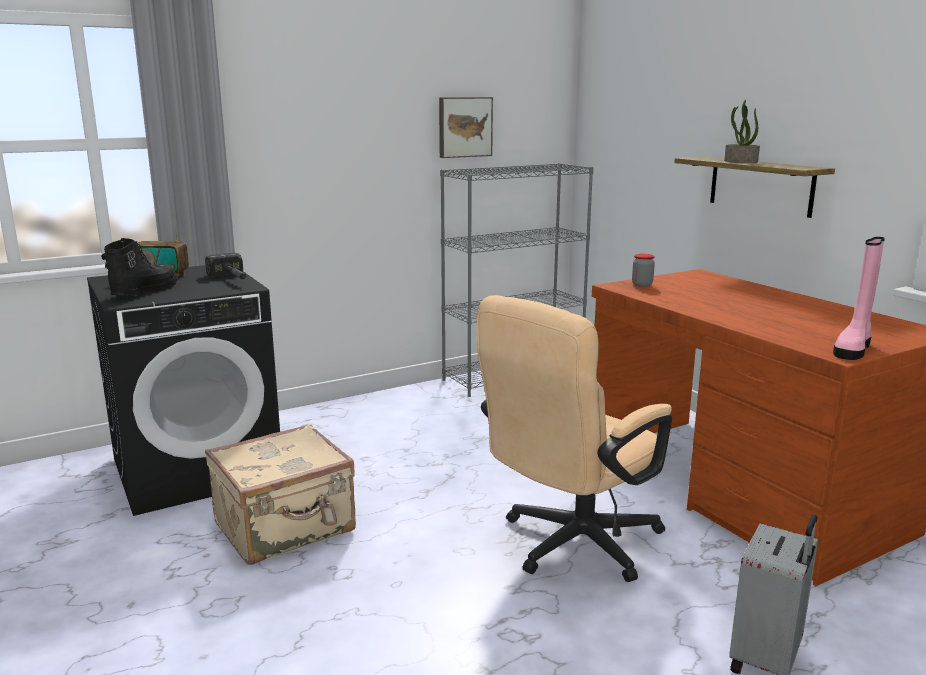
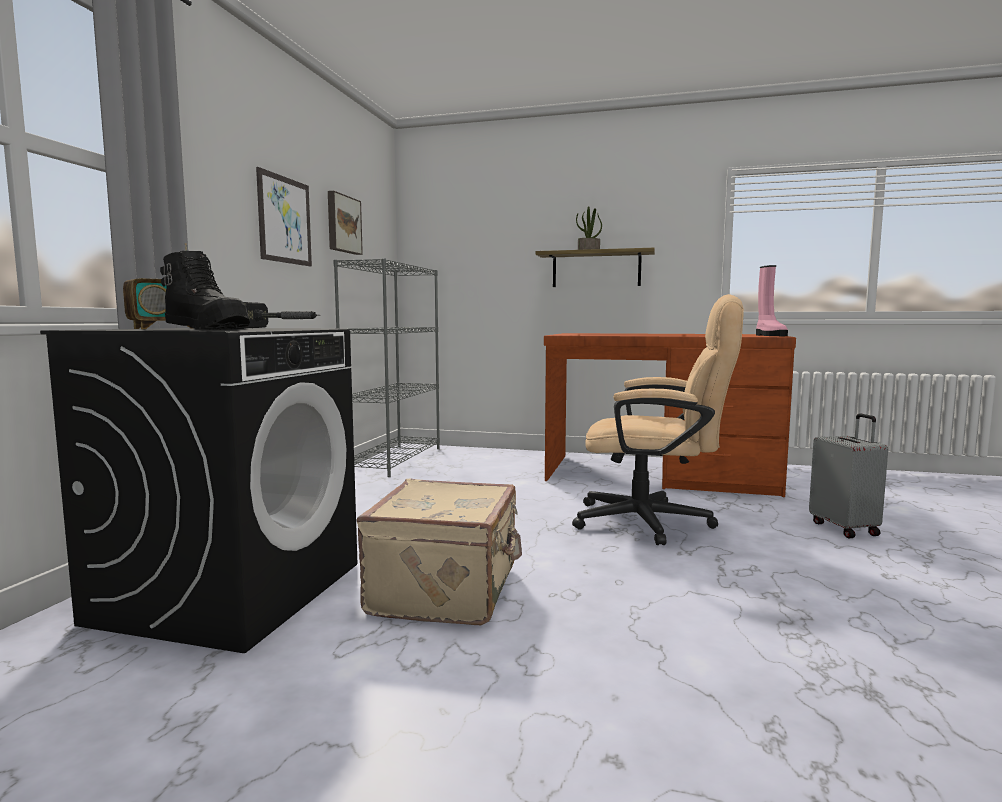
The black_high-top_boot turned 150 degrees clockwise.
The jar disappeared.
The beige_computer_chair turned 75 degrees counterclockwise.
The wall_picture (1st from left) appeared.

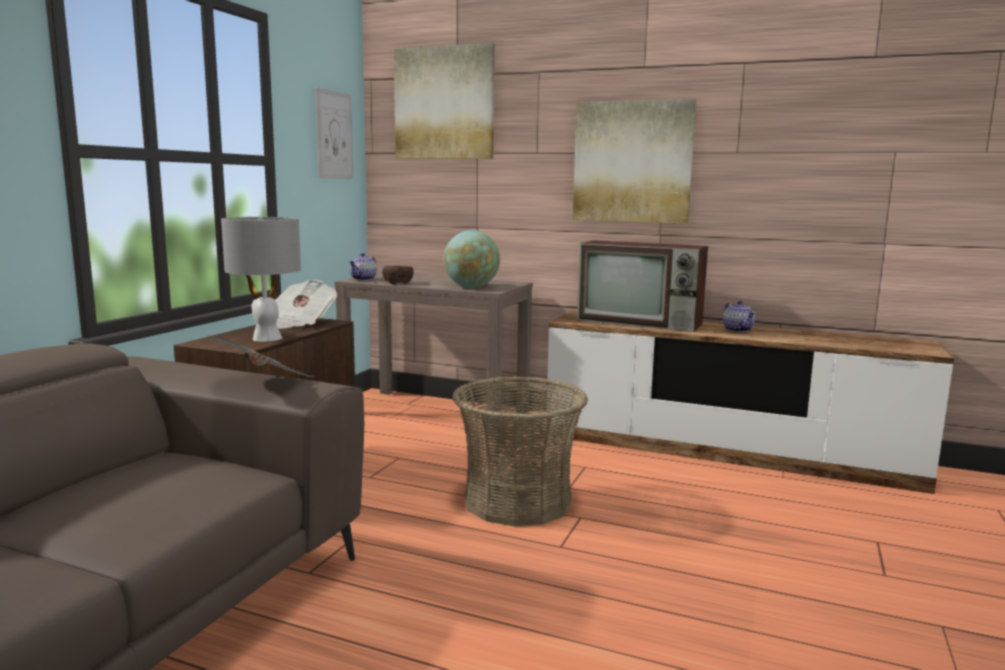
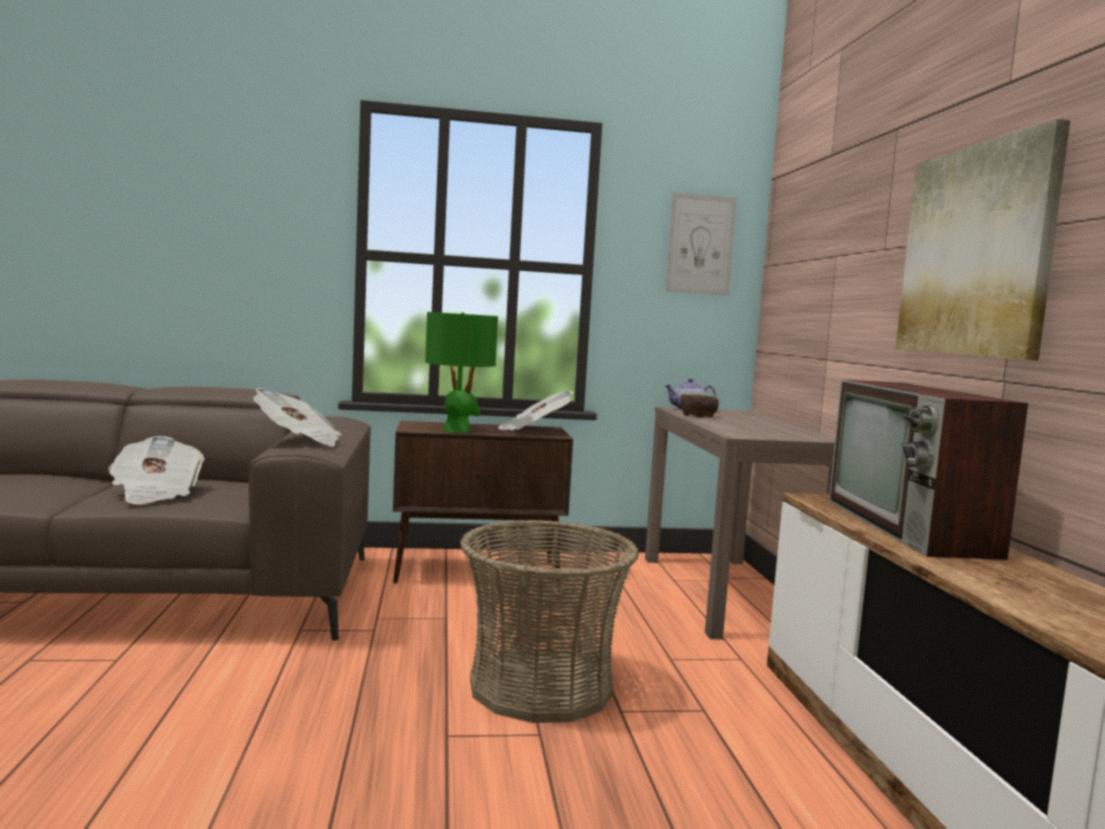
The wall_picture (2nd from left) disappeared.
The greyish_table_lamp became the green-coloured_table_lamp.
The world_globe disappeared.
The teapot (2nd from left) disappeared.
The printed_paper (1st from left) appeared.

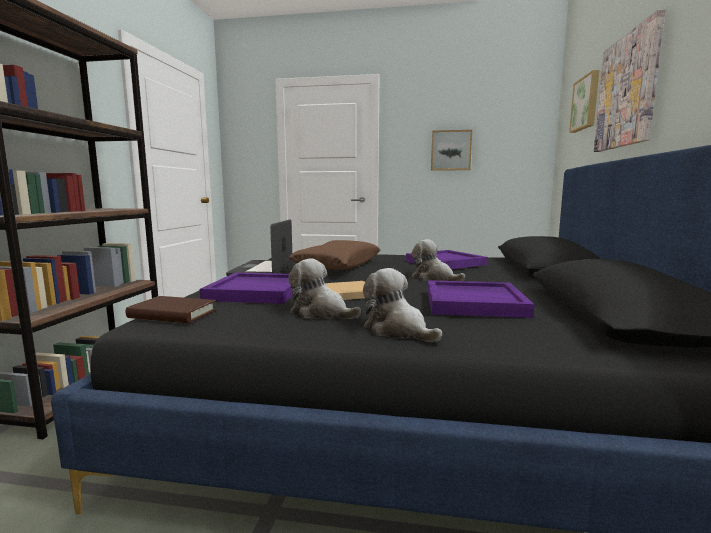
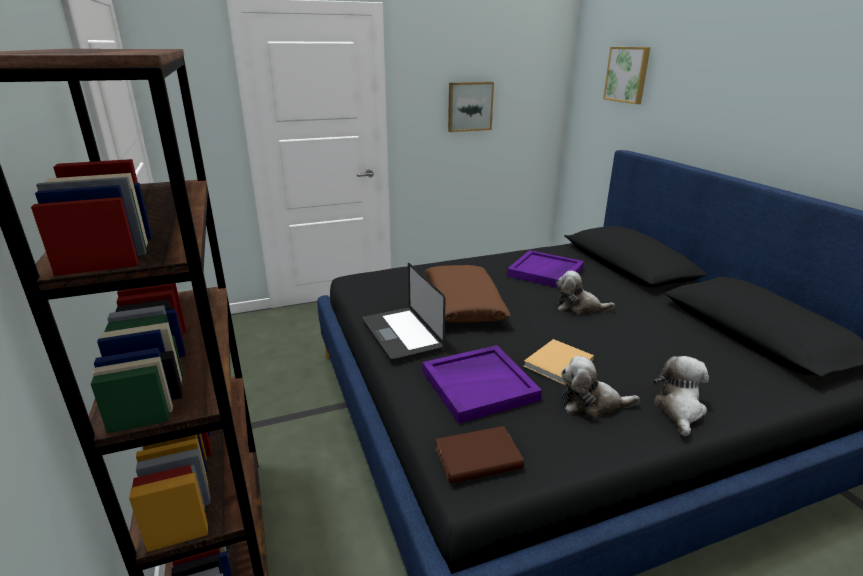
The wall_picture (3rd from left) disappeared.
The soft_toy (2nd from left in the first image) turned 90 degrees clockwise.
The purple-coloured_serving_tray (3rd from left) disappeared.

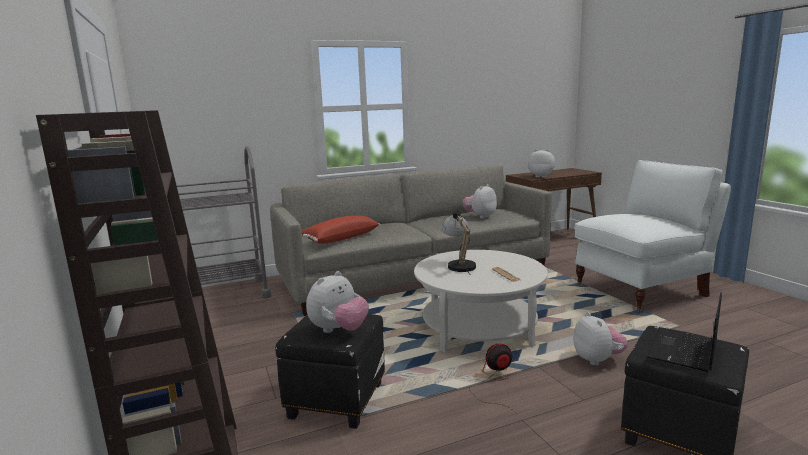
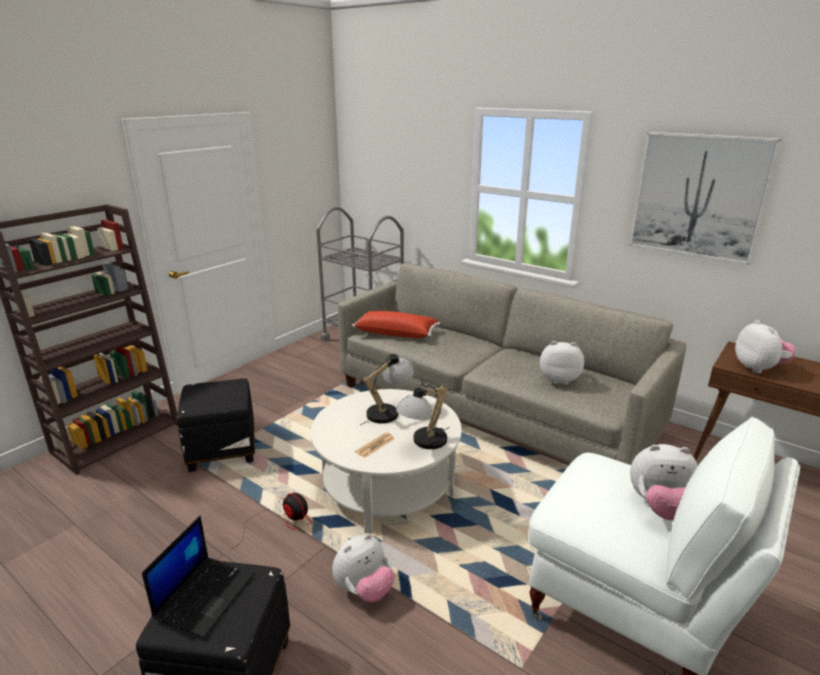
The soft_toy (1st from left in the first image) moved.
The laptop turned 105 degrees clockwise.
The wall_picture appeared.
The table_lamp (2nd from left) appeared.

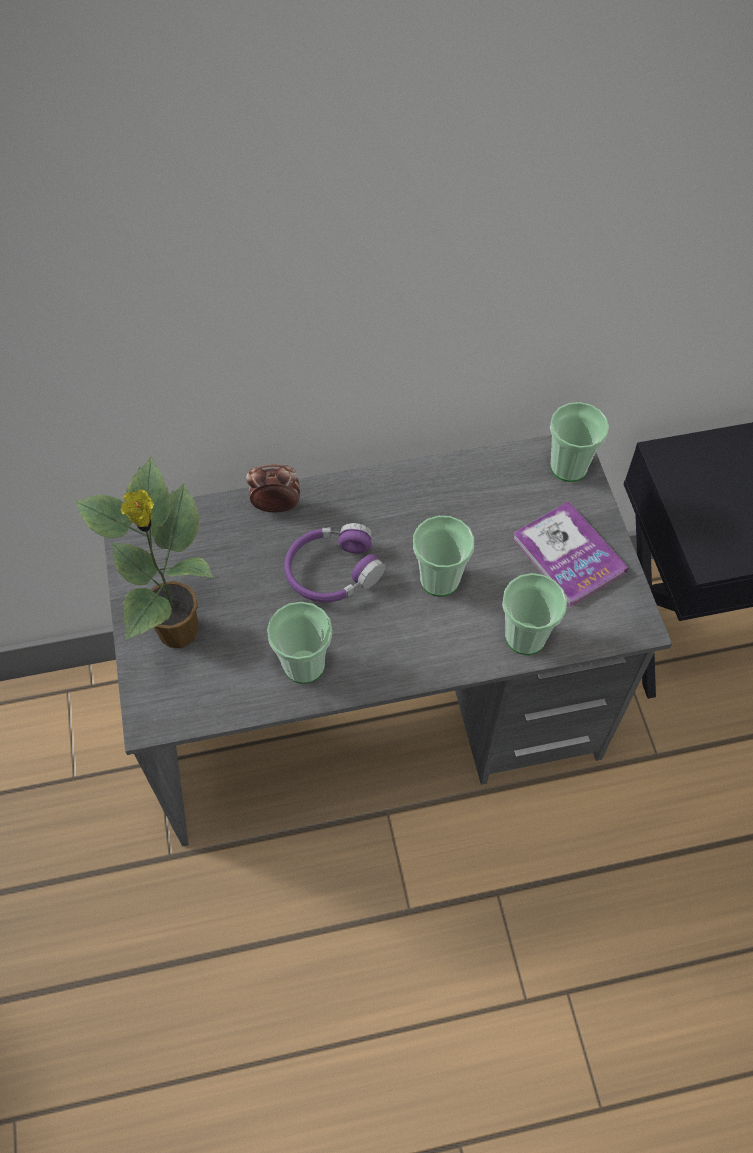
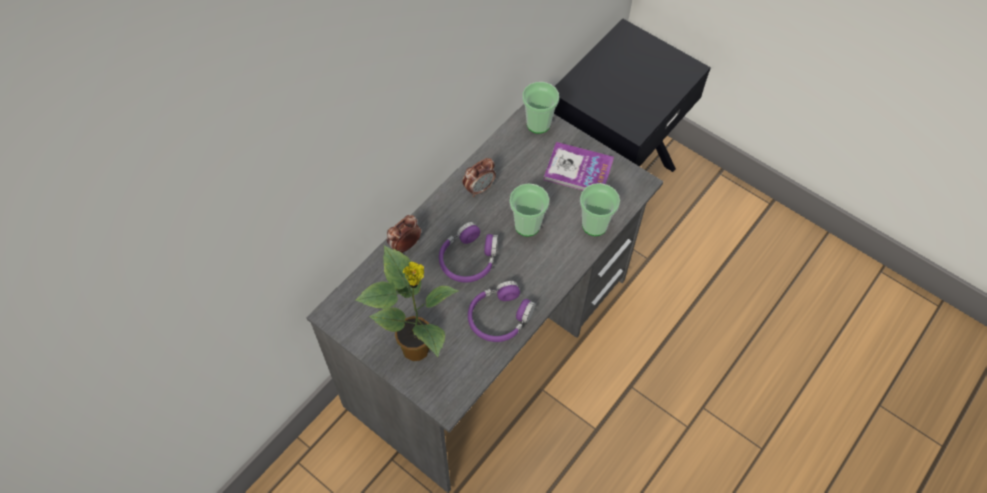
The cup (1st from left) was replaced by the purple-coloured_headphones (2nd from left).
The bedside_clock (2nd from left) appeared.

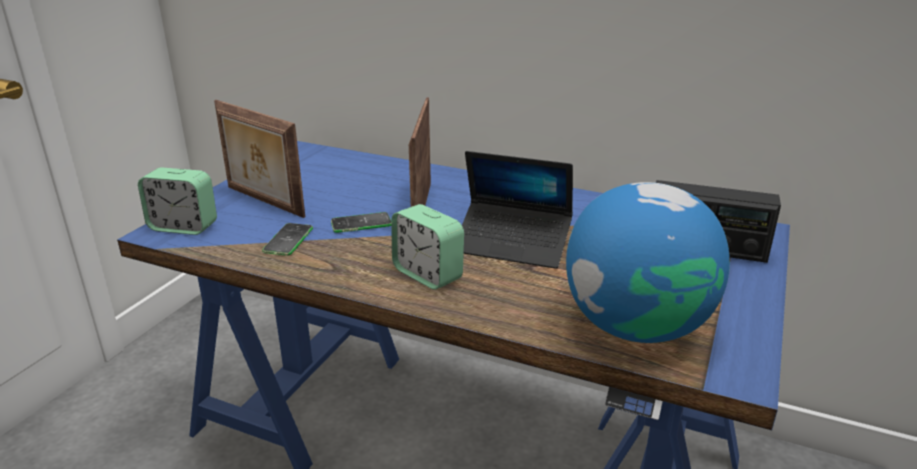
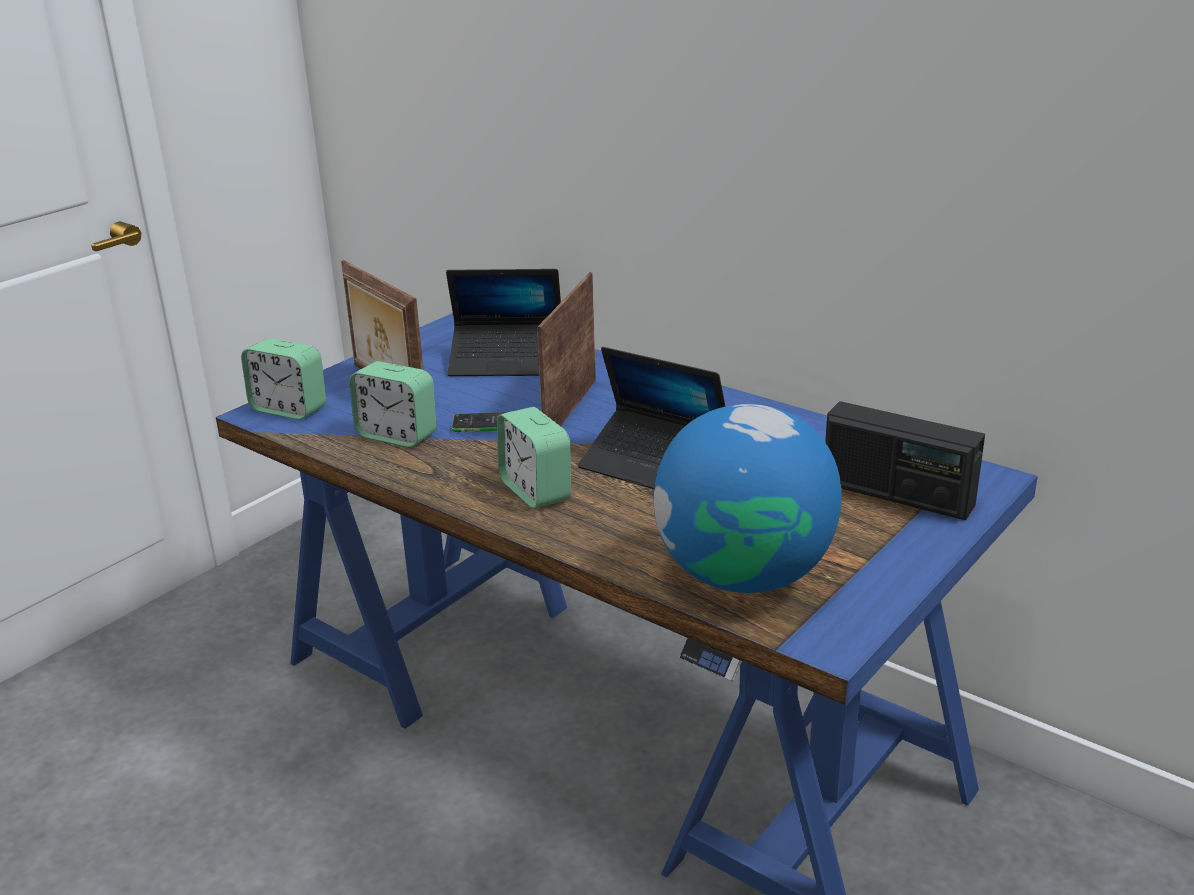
The telephone (1st from left) was replaced by the bedside_clock (2nd from left).
The laptop (1st from left) appeared.

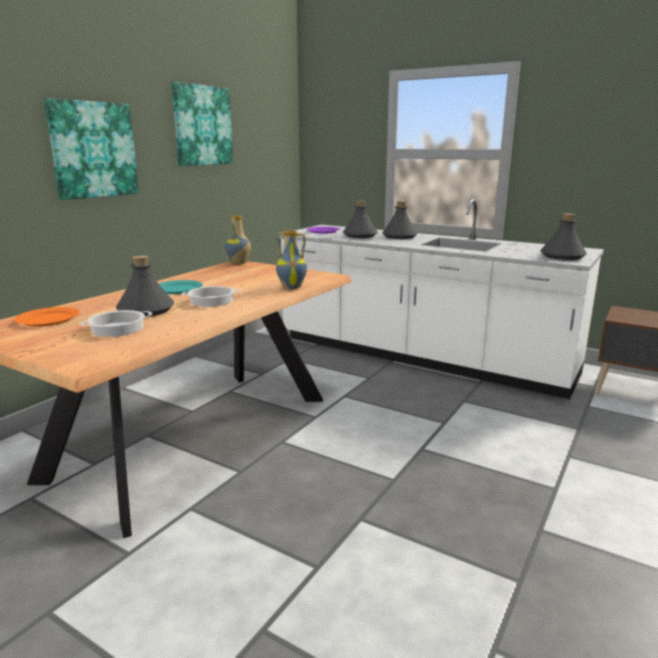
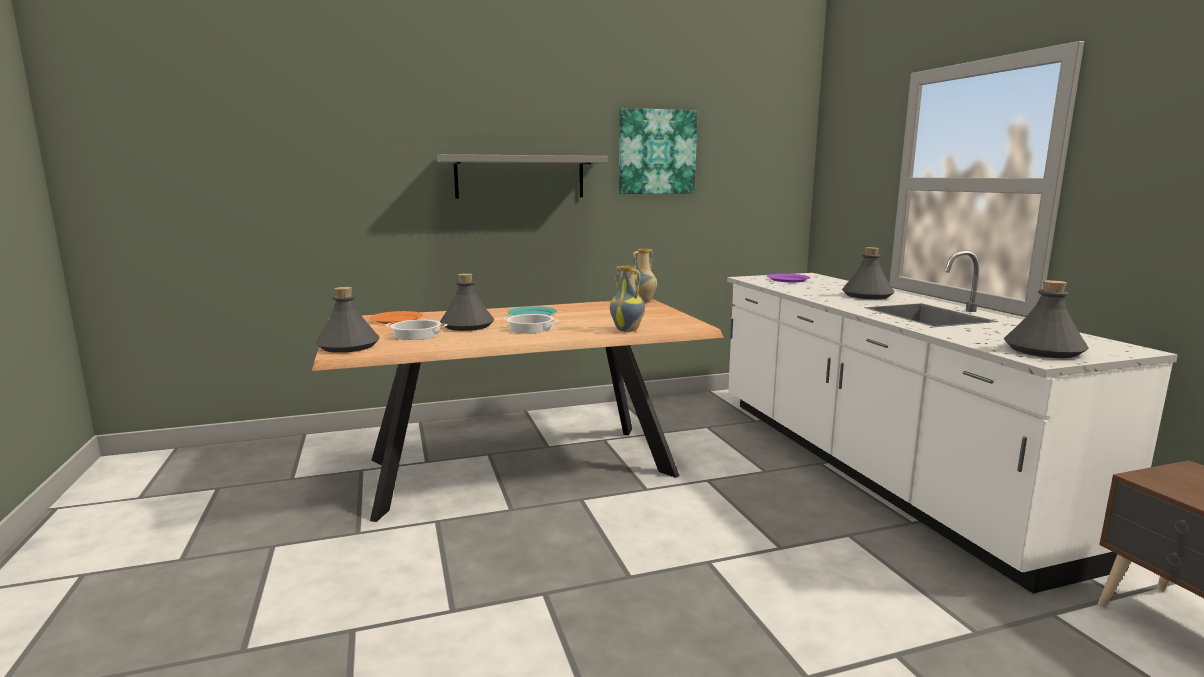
The wall_picture (1st from left) was replaced by the greyish_wall_shelf.
The greyish_drink_bottle (2nd from left in the first image) moved.

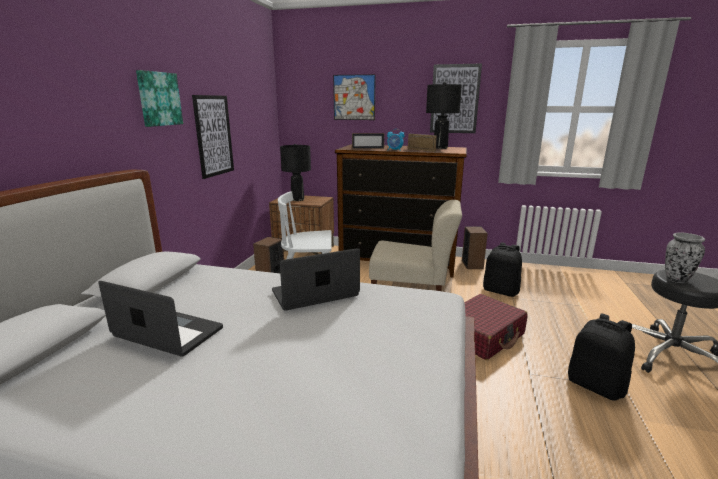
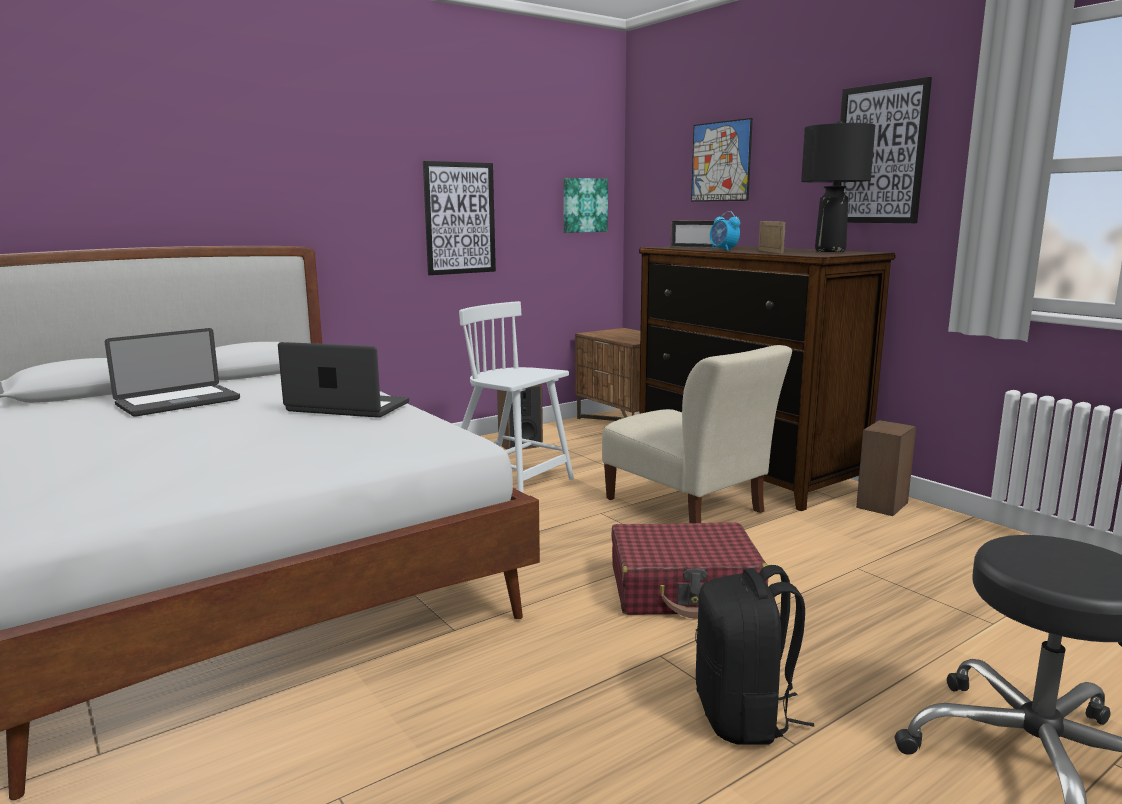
The wall_picture (1st from left in the first image) moved.
The black_table_lamp (1st from left) disappeared.
The flower_vase disappeared.
The black_backpack (1st from left) disappeared.
The laptop (1st from left) turned 75 degrees clockwise.

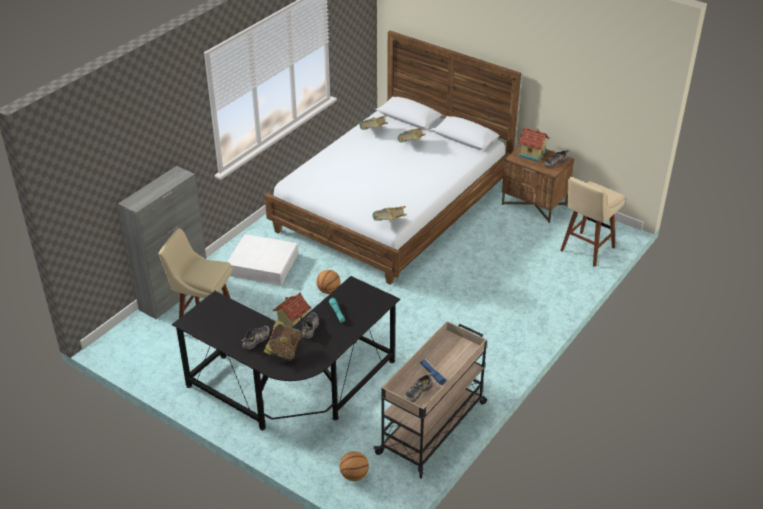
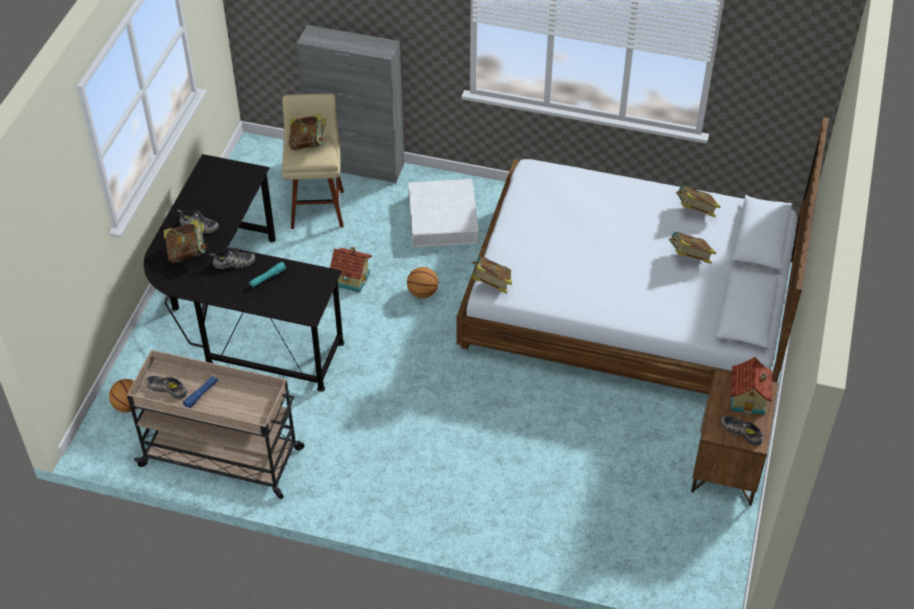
The beige_stool_seat (2nd from left) disappeared.
The volume (2nd from left) appeared.

